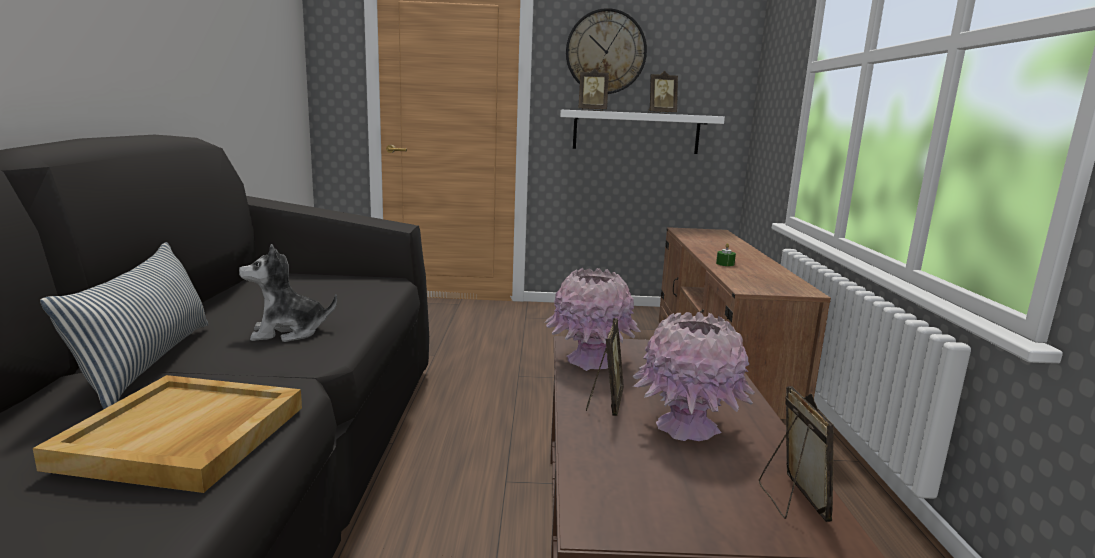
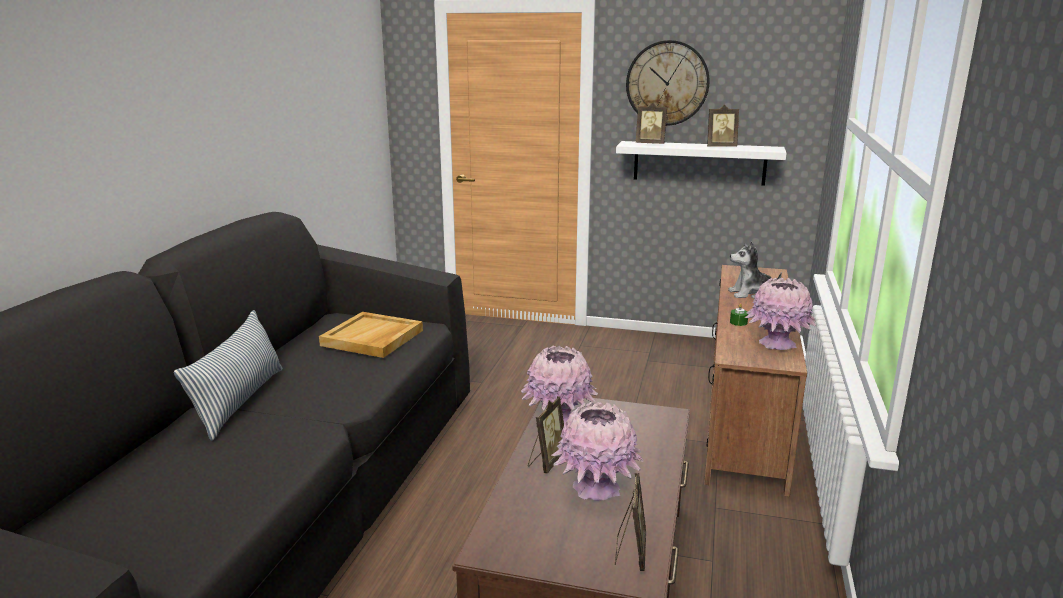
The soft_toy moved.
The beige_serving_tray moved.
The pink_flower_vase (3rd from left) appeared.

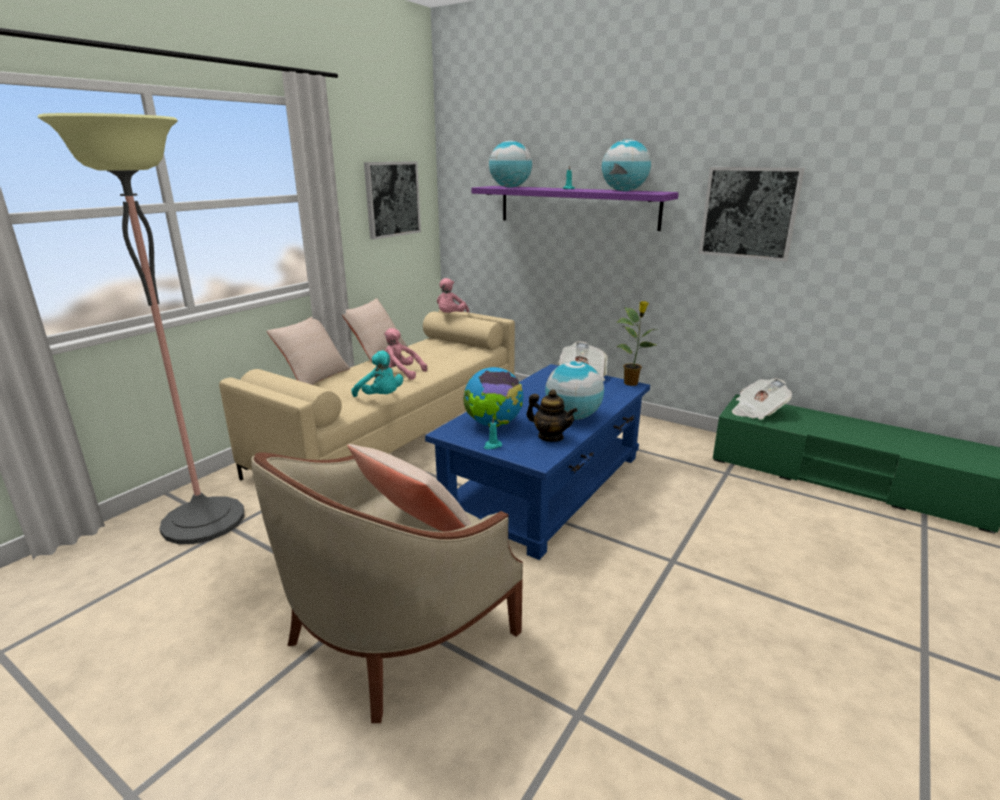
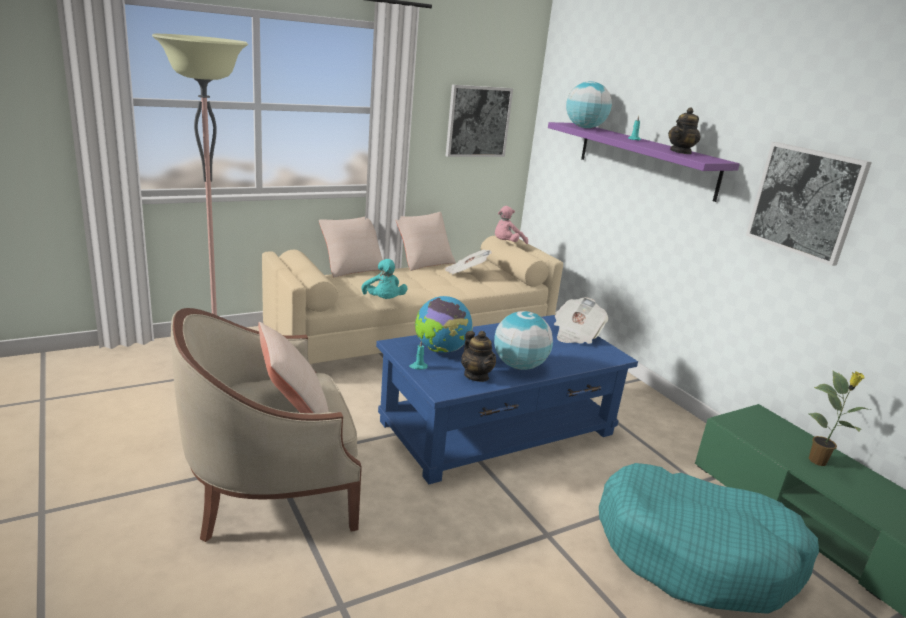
The world_globe (4th from left) was replaced by the teapot (2nd from left).
The plant_in_a_pot moved.
The pink_soft_toy (1st from left) disappeared.
The printed_paper (2nd from left in the first image) moved.
The turquoise-coloured_dog_cushion appeared.

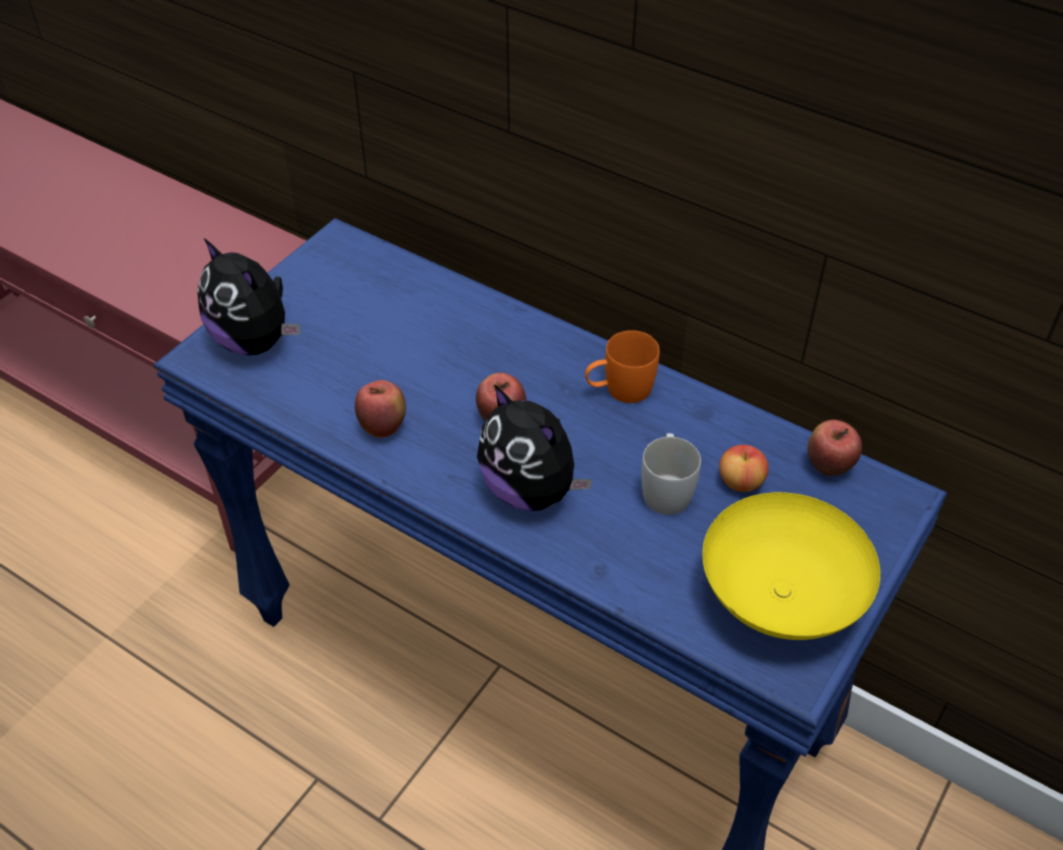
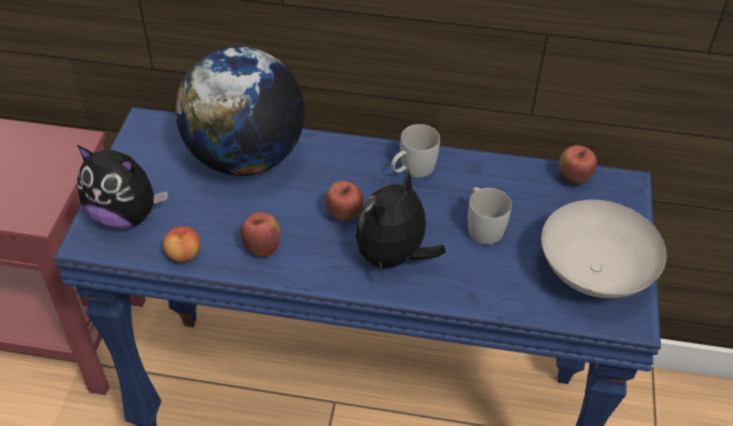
The orange-coloured_tea_mug became the white-coloured_tea_mug (1st from left).
The soft_toy (2nd from left) turned 105 degrees clockwise.
The whole_apple (3rd from left in the first image) moved.
The yellow-coloured_bowl became the white-coloured_bowl.
The world_globe appeared.

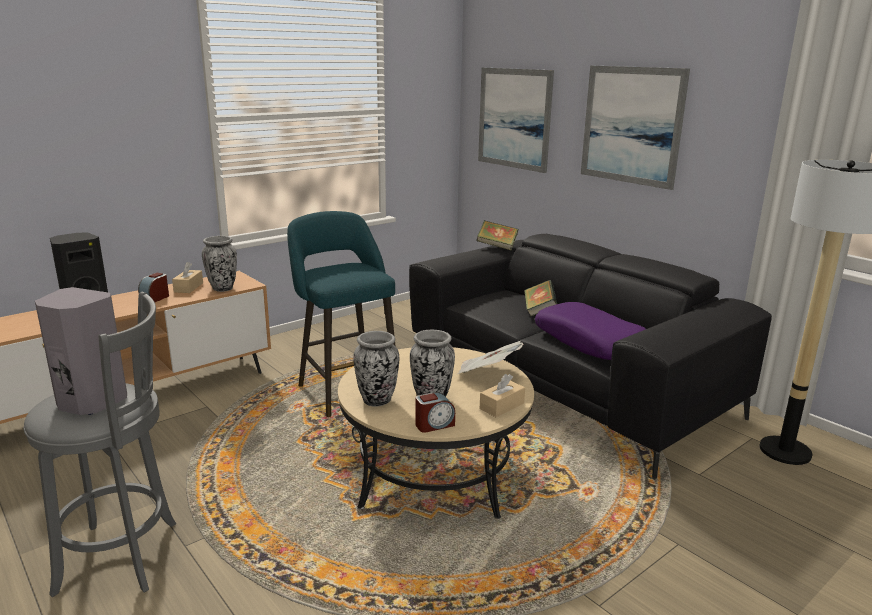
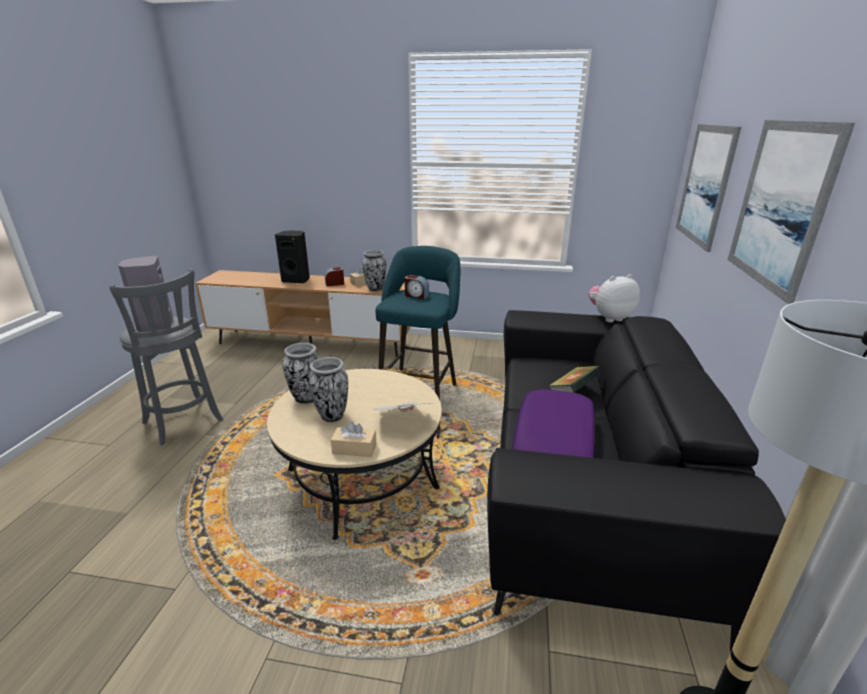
The volume (1st from left) was replaced by the soft_toy.
The bedside_clock (2nd from left) moved.

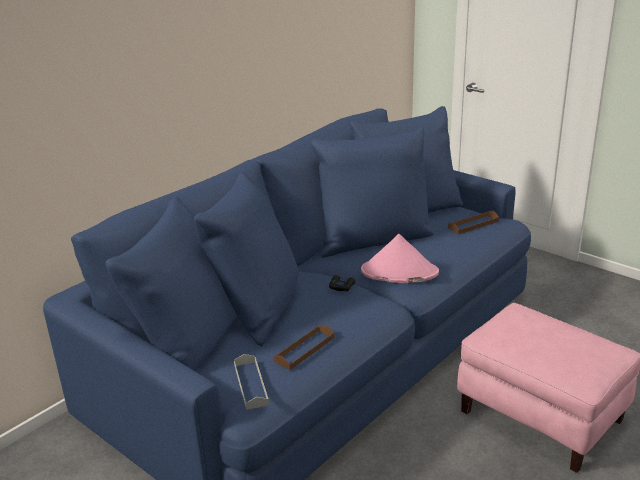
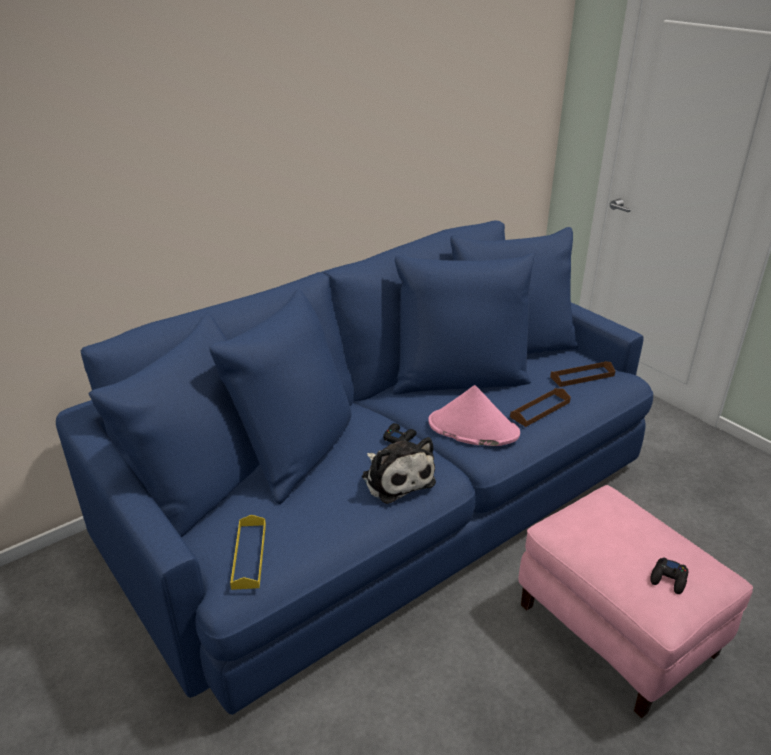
The brown_serving_tray (1st from left) moved.
The greyish_serving_tray became the yellow-coloured_serving_tray.
The soft_toy appeared.
The black_gamepad (2nd from left) appeared.

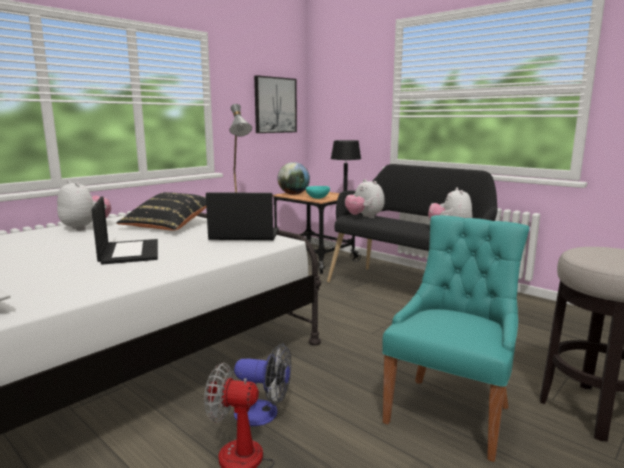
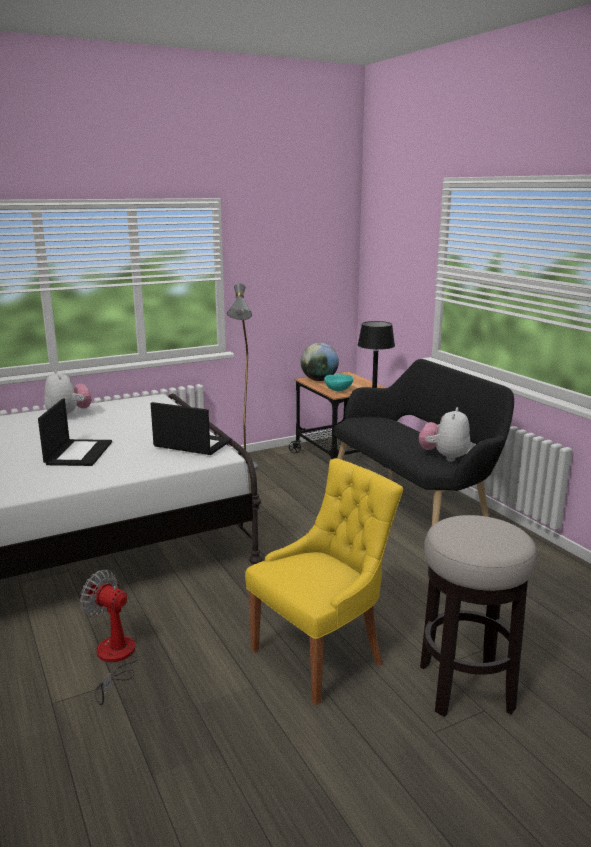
The wall_picture disappeared.
The soft_toy (2nd from left) disappeared.
The black_cushion disappeared.
The turquoise-coloured_upright_chair became the yellow-coloured_upright_chair.
The electric_fan (2nd from left) disappeared.

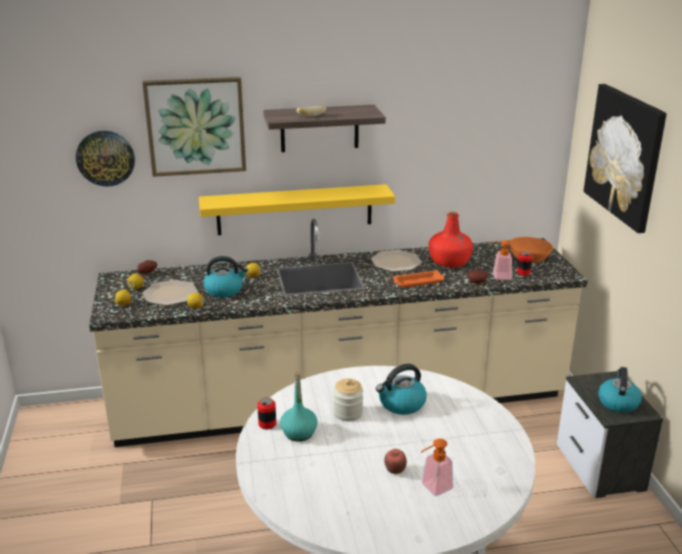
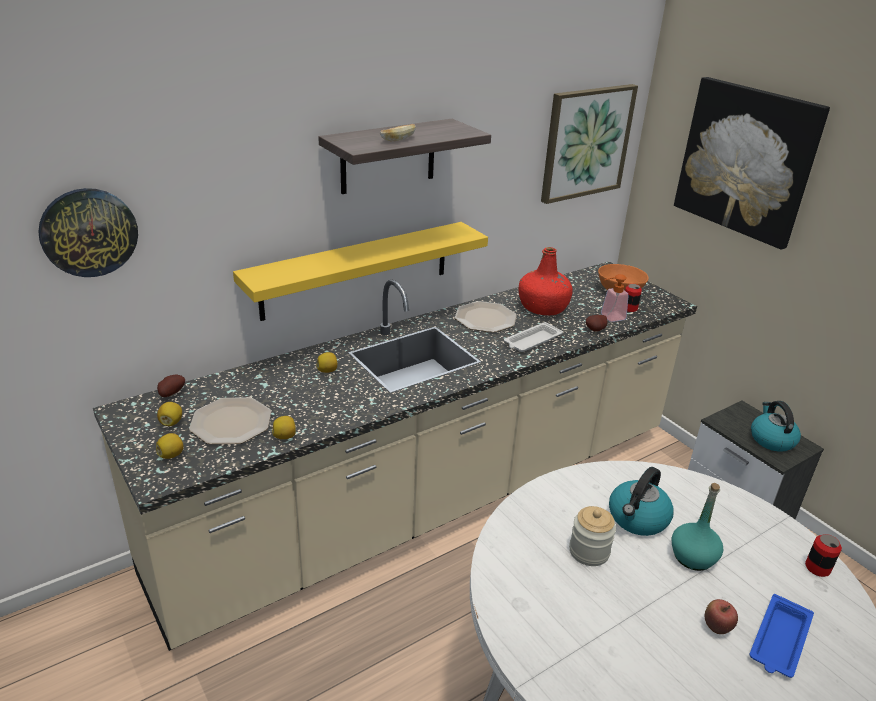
The wall_picture (1st from left) moved.
The kettle (1st from left) disappeared.
The orange-coloured_serving_tray became the white-coloured_serving_tray.
The turquoise-coloured_drink_bottle moved.
The metal_can (1st from left in the first image) moved.
The soap_bottle (1st from left) was replaced by the blue_serving_tray.

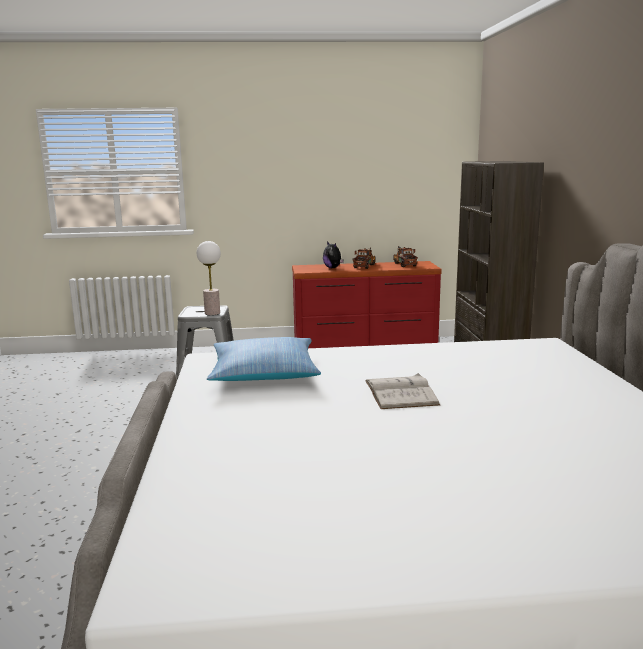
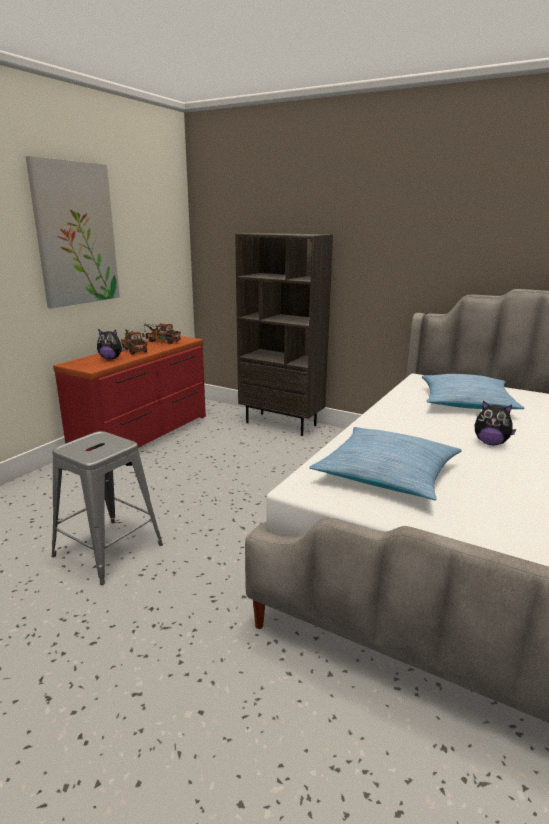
The table_lamp disappeared.
The white-coloured_volume was replaced by the soft_toy (2nd from left).
The wall_picture appeared.
The cushion (2nd from left) appeared.

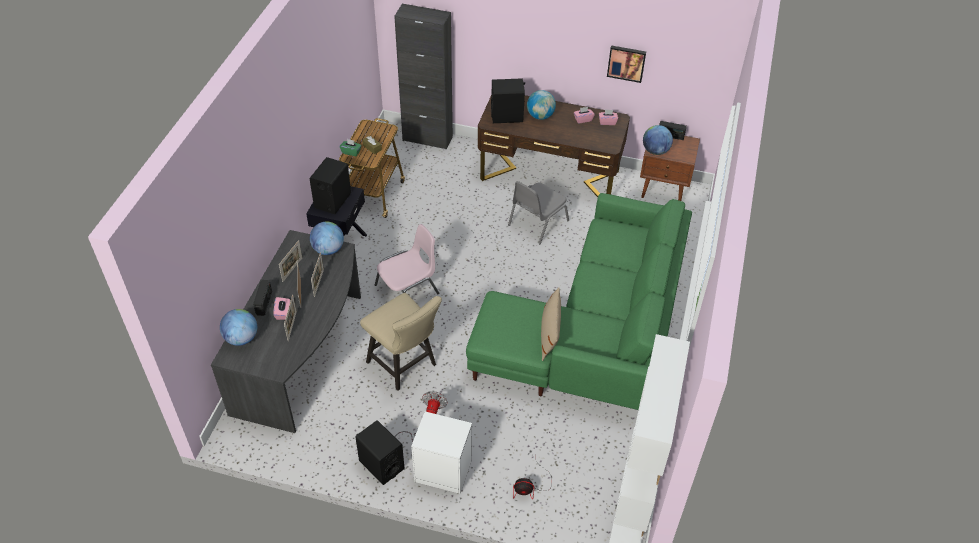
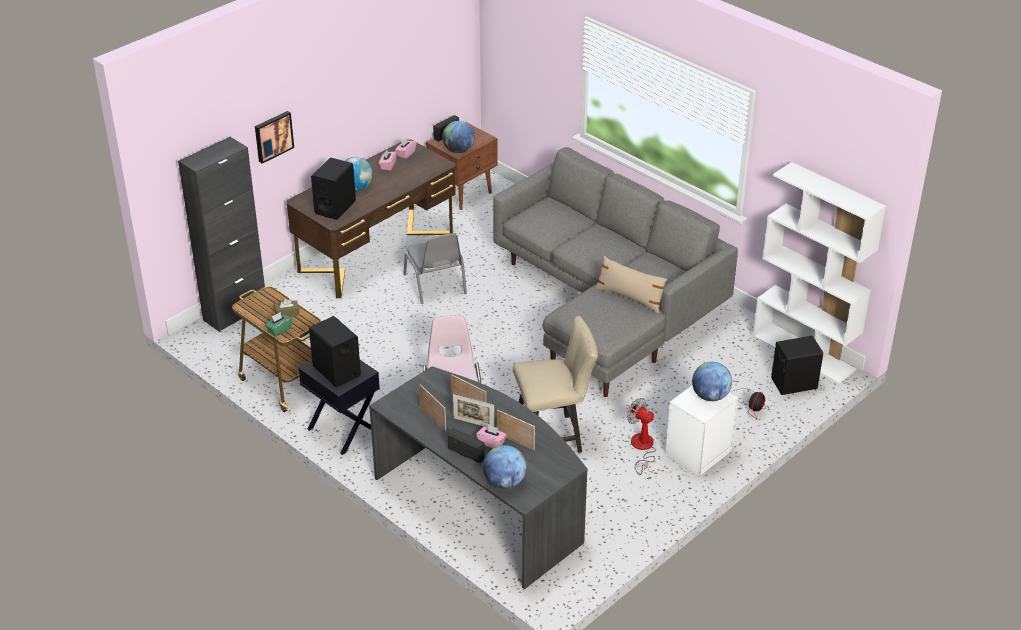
The wall_picture moved.
The green-coloured_settee became the greyish_settee.
The world_globe (2nd from left in the first image) moved.
The black_speaker (2nd from left in the first image) moved.

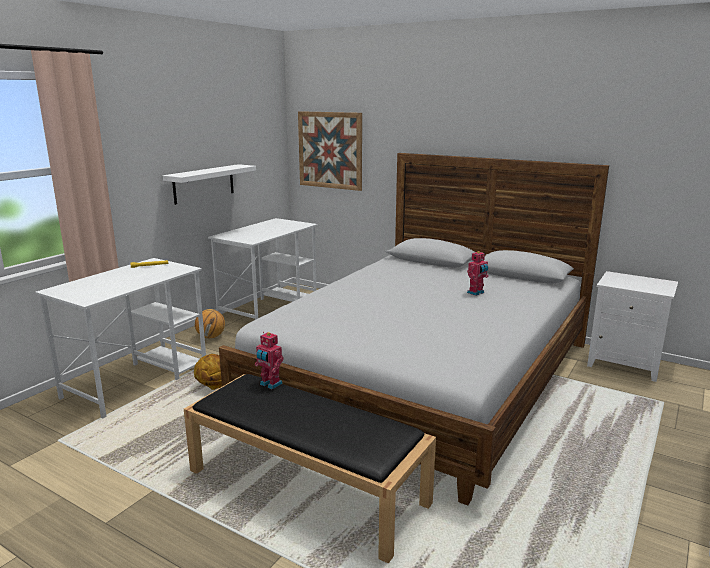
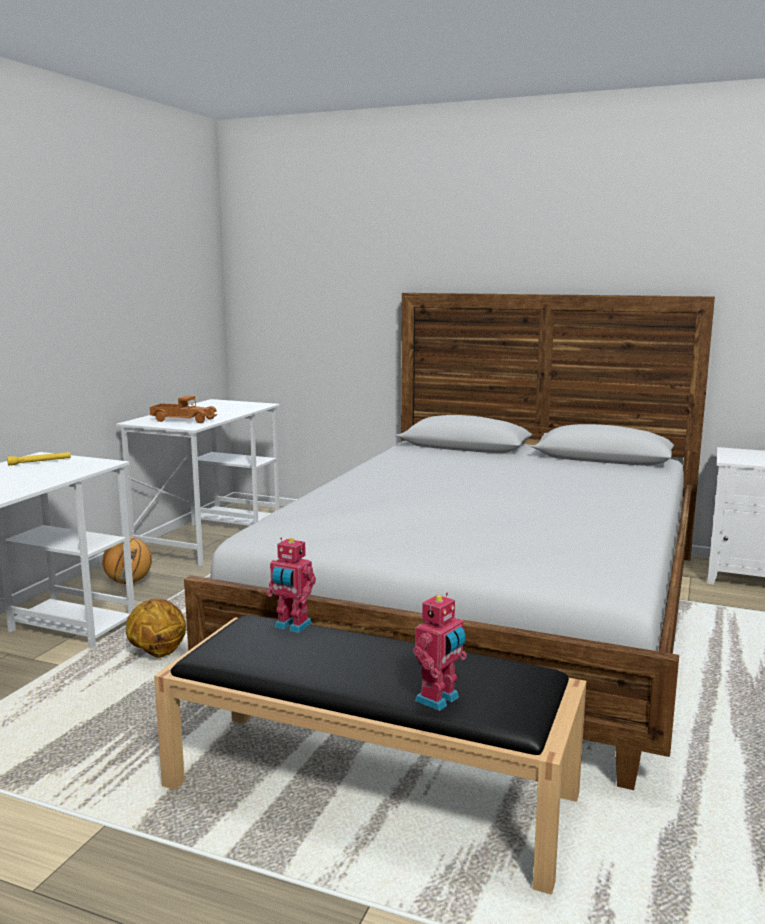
The wall_picture disappeared.
The white-coloured_wall_shelf disappeared.
The model_robot (2nd from left) moved.
The model_truck appeared.

